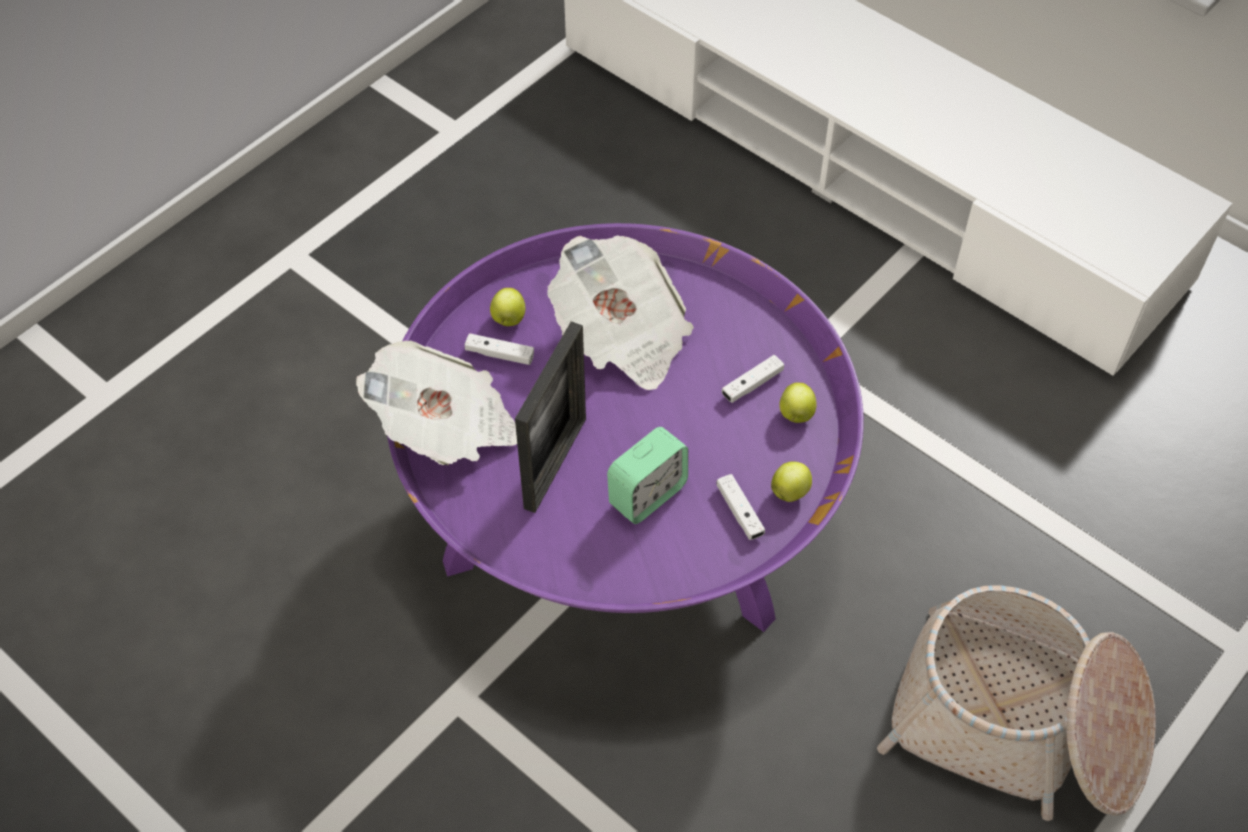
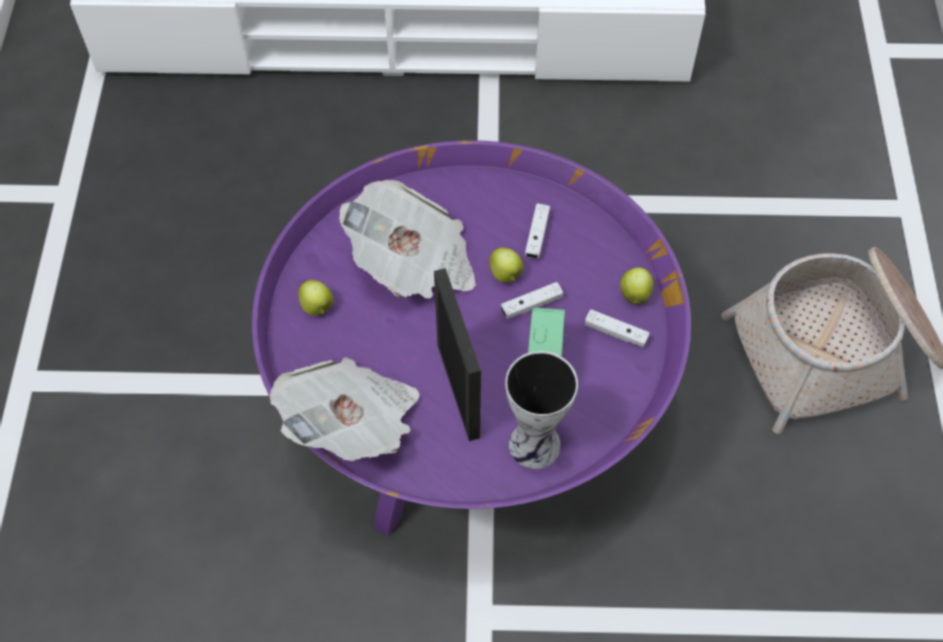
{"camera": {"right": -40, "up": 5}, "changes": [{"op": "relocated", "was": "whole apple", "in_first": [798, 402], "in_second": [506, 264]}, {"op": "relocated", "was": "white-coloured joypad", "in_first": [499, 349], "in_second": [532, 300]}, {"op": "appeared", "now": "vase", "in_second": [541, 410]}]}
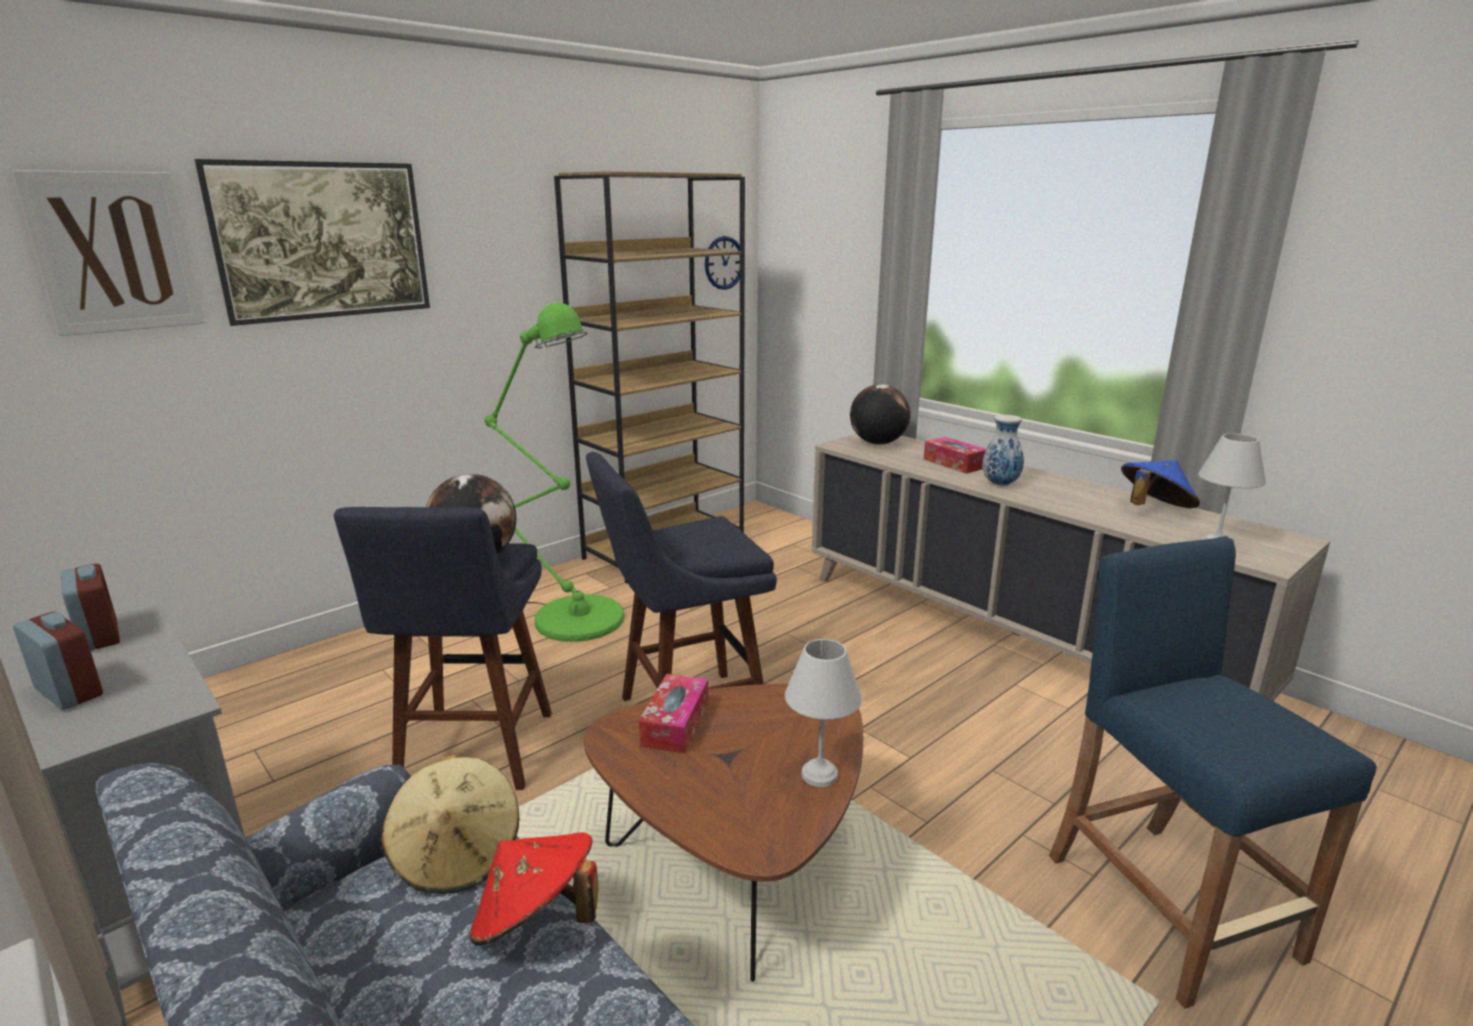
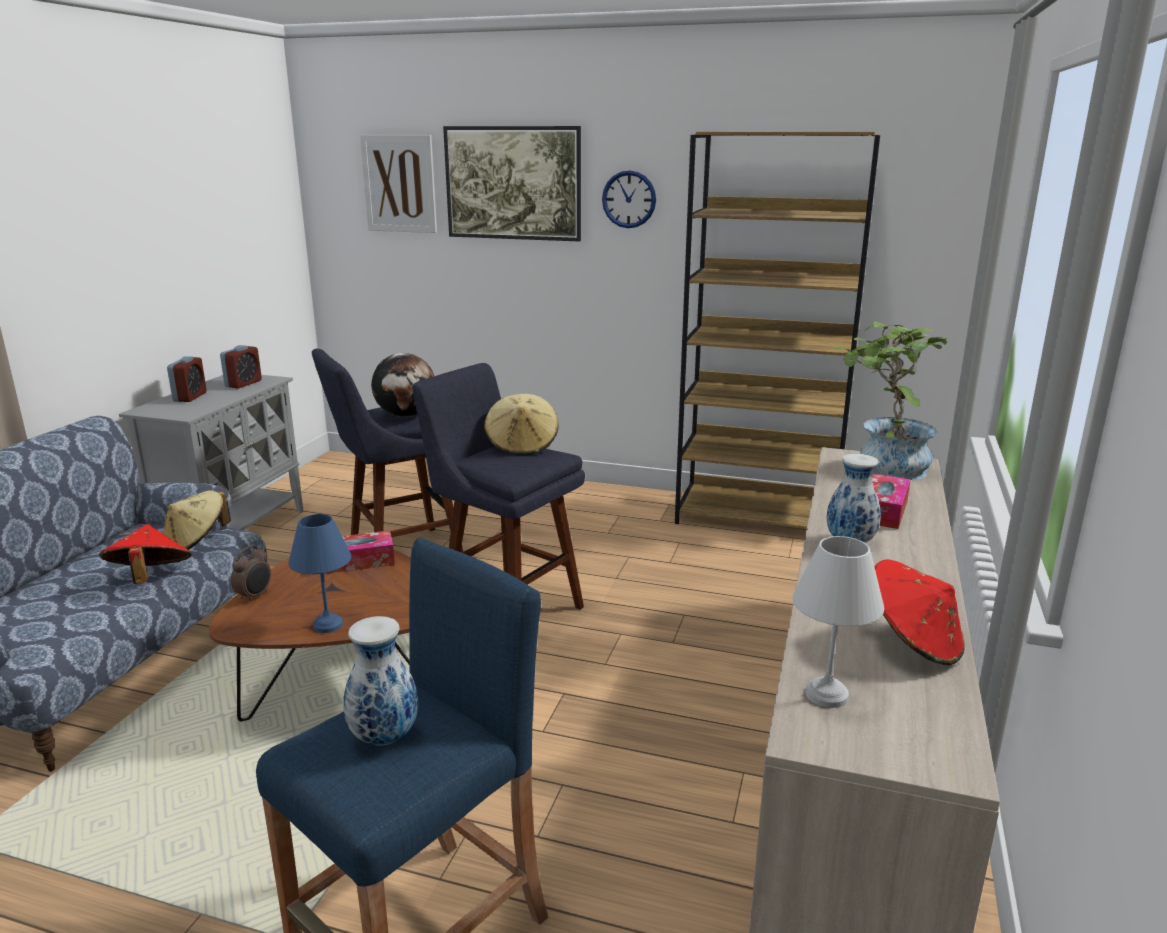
{"camera": {"right": 60, "up": 0}, "changes": [{"op": "appeared", "now": "bedside clock", "in_second": [251, 574]}, {"op": "colour", "was": "white-coloured lamp for a table", "now": "blue lamp for a table", "in_first": [823, 713], "in_second": [319, 573]}, {"op": "appeared", "now": "vase", "in_second": [380, 681]}, {"op": "appeared", "now": "sand-coloured hat", "in_second": [521, 425]}, {"op": "relocated", "was": "hanging clock", "in_first": [722, 263], "in_second": [629, 199]}, {"op": "exchanged", "was": "globe", "now": "houseplant", "in_first": [880, 414], "in_second": [891, 401]}, {"op": "colour", "was": "blue hat", "now": "red-coloured hat", "in_first": [1160, 484], "in_second": [920, 612]}, {"op": "missing", "was": "green-coloured standard lamp", "in_first": [554, 472]}]}
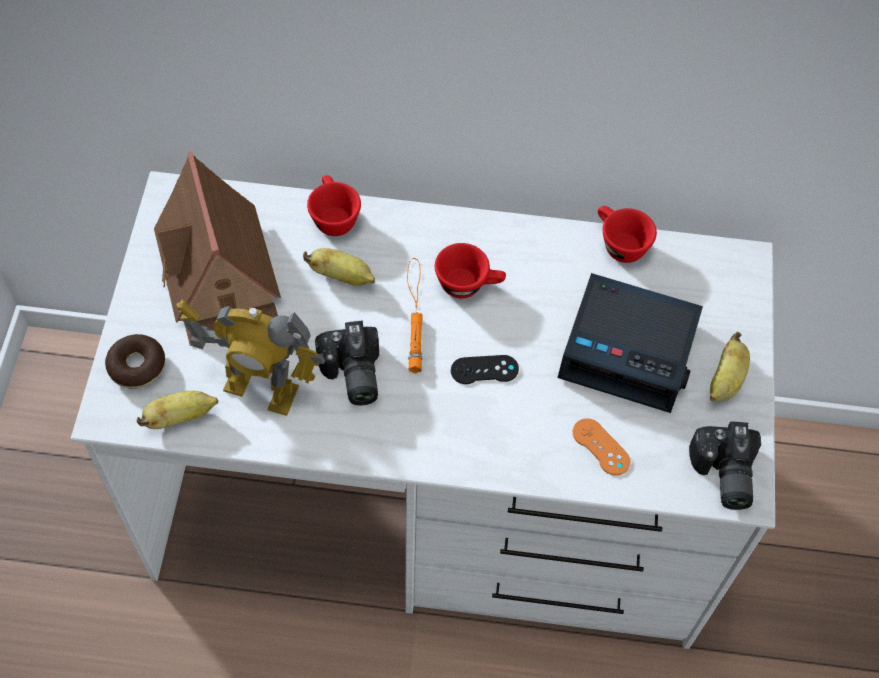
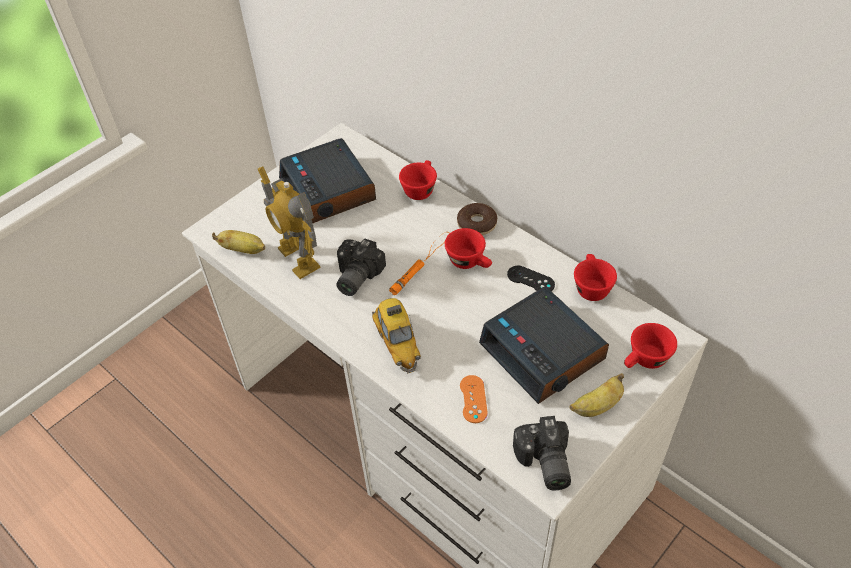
{"camera": {"right": 40, "up": -10}, "changes": [{"op": "exchanged", "was": "miniature house", "now": "bedside clock", "in_first": [217, 248], "in_second": [327, 180]}, {"op": "appeared", "now": "toy car", "in_second": [396, 336]}, {"op": "relocated", "was": "donut", "in_first": [135, 361], "in_second": [477, 219]}, {"op": "relocated", "was": "black-coloured joypad", "in_first": [485, 369], "in_second": [531, 278]}, {"op": "spun", "was": "photo camera", "in_first": [725, 465], "in_second": [542, 453], "clockwise": -45}, {"op": "appeared", "now": "red-coloured small cup", "in_second": [650, 346]}, {"op": "missing", "was": "banana fruit", "in_first": [339, 267]}]}
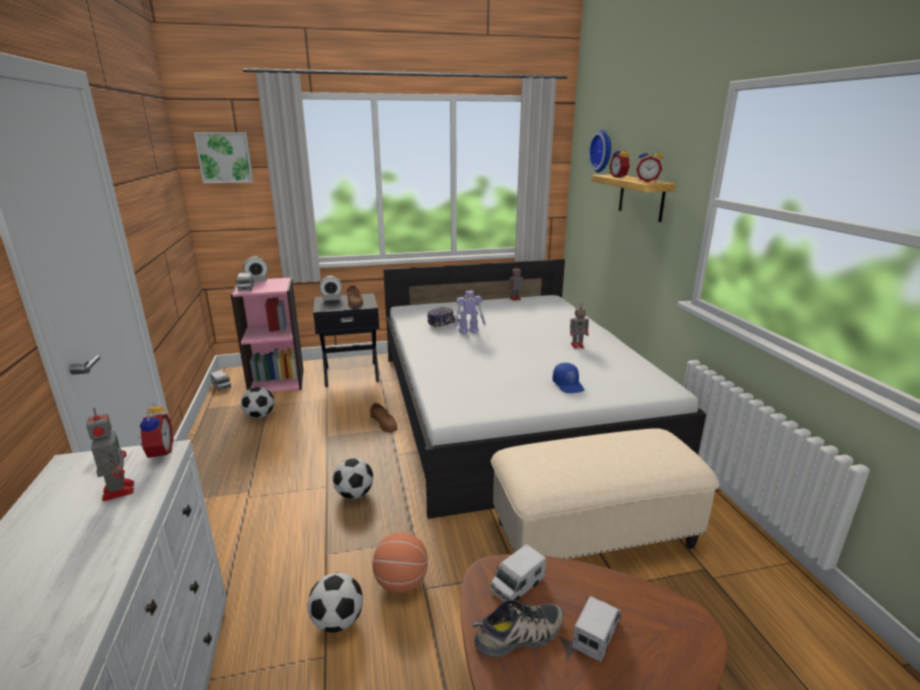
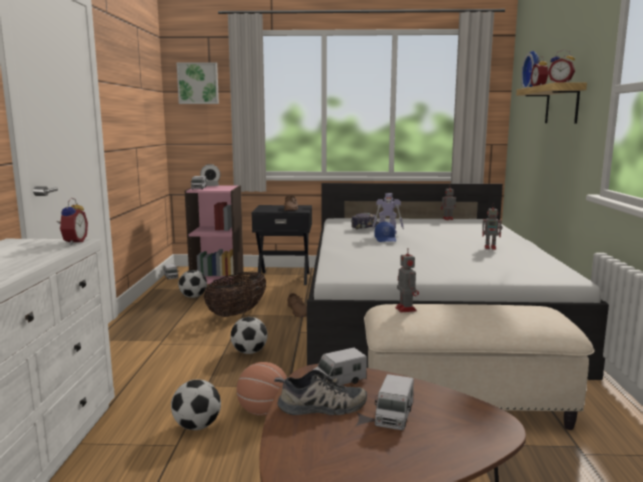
{"camera": {"right": 15, "up": -10}, "changes": [{"op": "appeared", "now": "household basket", "in_second": [235, 294]}, {"op": "relocated", "was": "blue cap", "in_first": [568, 378], "in_second": [385, 232]}, {"op": "spun", "was": "toy truck", "in_first": [597, 629], "in_second": [394, 402], "clockwise": 150}, {"op": "relocated", "was": "model robot", "in_first": [110, 454], "in_second": [407, 280]}, {"op": "missing", "was": "bedside clock", "in_first": [331, 288]}]}
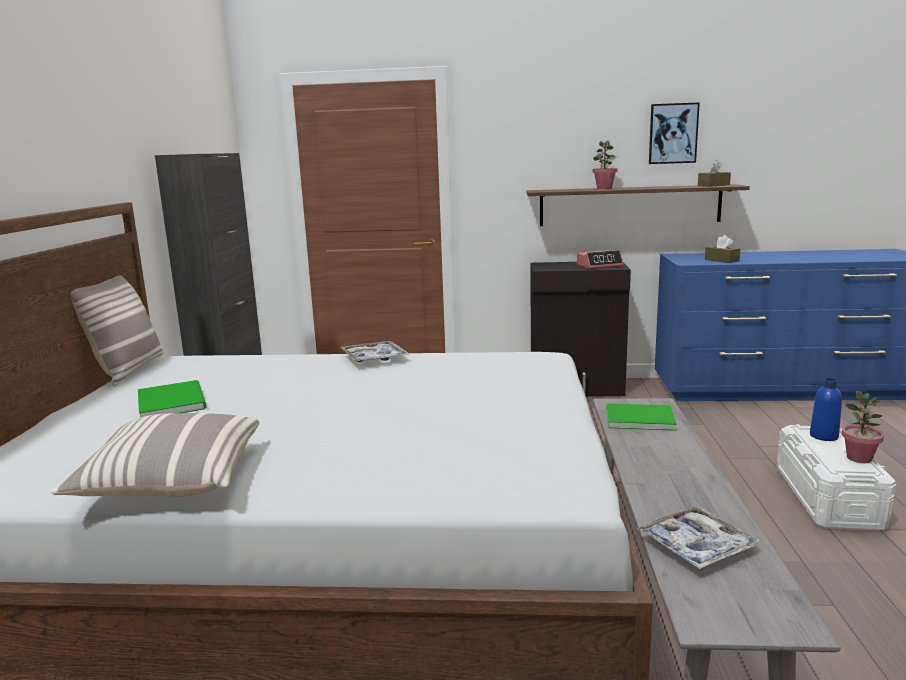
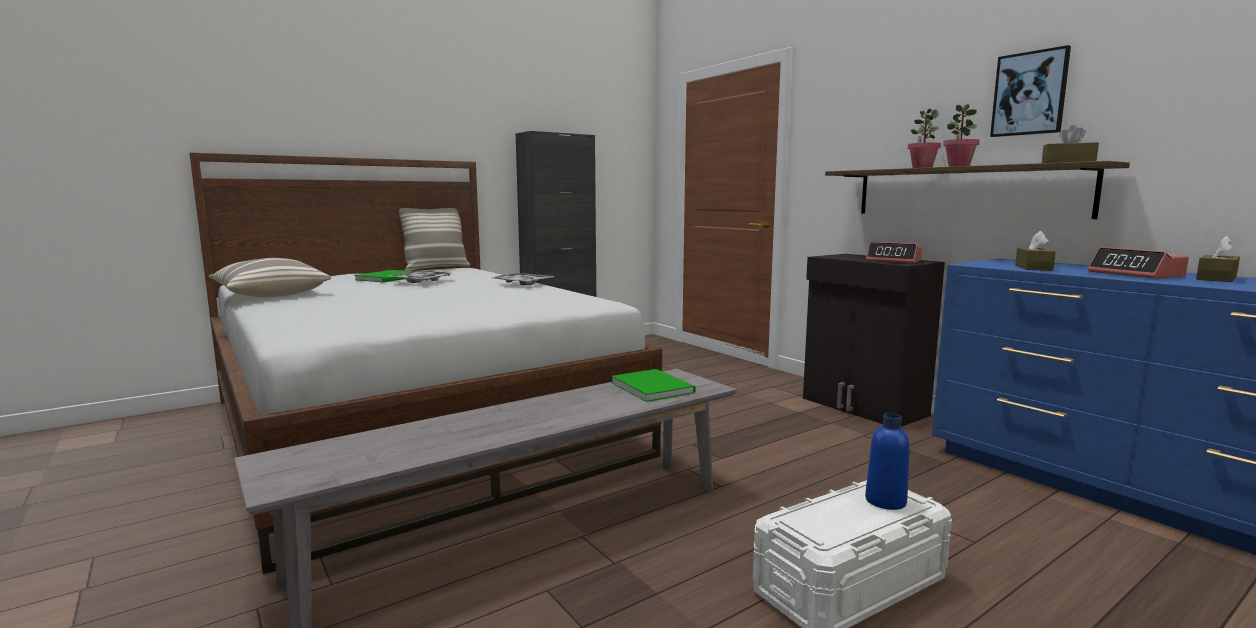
{"camera": {"right": 50, "up": -5}, "changes": [{"op": "relocated", "was": "serving tray", "in_first": [698, 537], "in_second": [421, 276]}, {"op": "relocated", "was": "houseplant", "in_first": [863, 427], "in_second": [961, 135]}, {"op": "appeared", "now": "bedside clock", "in_second": [1138, 263]}, {"op": "appeared", "now": "brown box of tissues", "in_second": [1218, 259]}]}
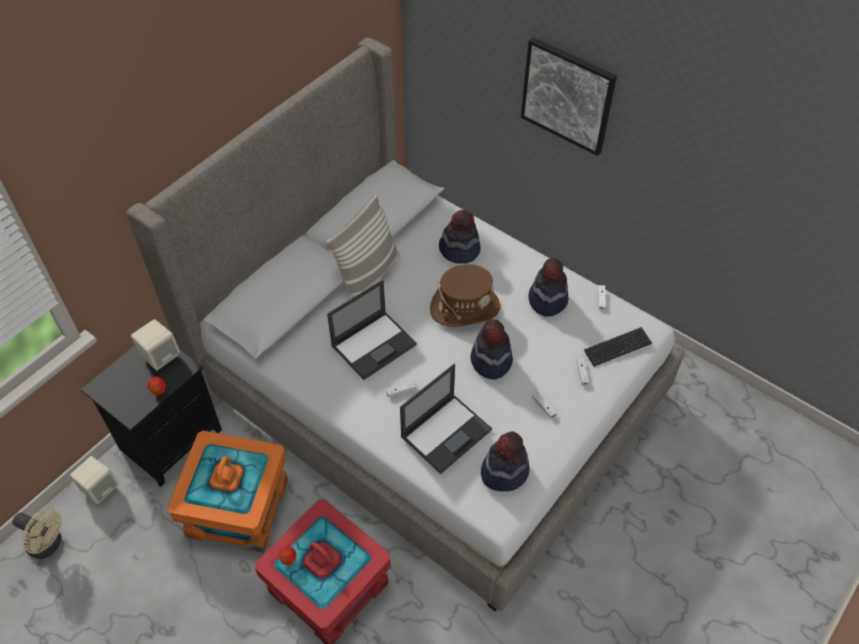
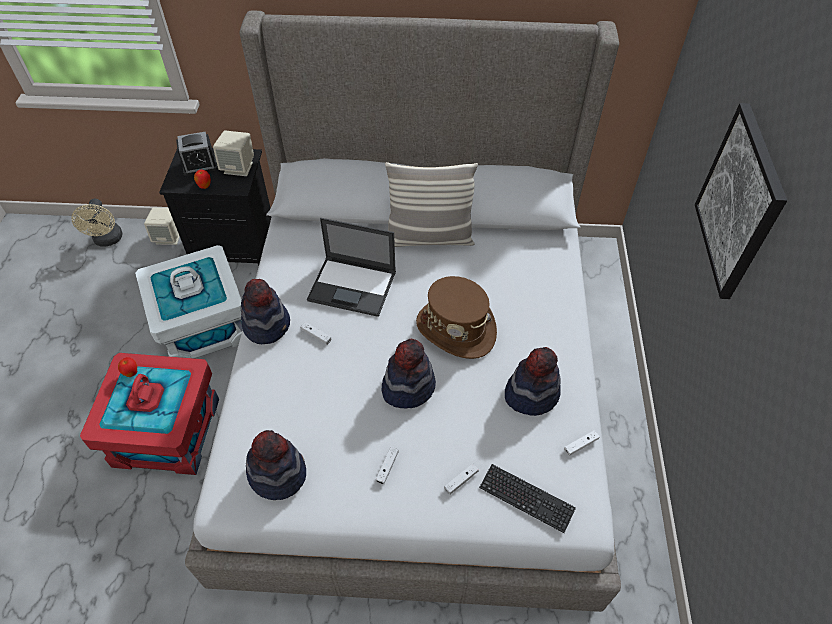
{"camera": {"right": 55, "up": 0}, "changes": [{"op": "colour", "was": "orangey storage bin", "now": "white-coloured storage bin", "in_first": [227, 491], "in_second": [189, 302]}, {"op": "appeared", "now": "bedside clock", "in_second": [197, 154]}, {"op": "relocated", "was": "hat", "in_first": [460, 237], "in_second": [265, 311]}, {"op": "missing", "was": "notebook computer", "in_first": [446, 419]}]}
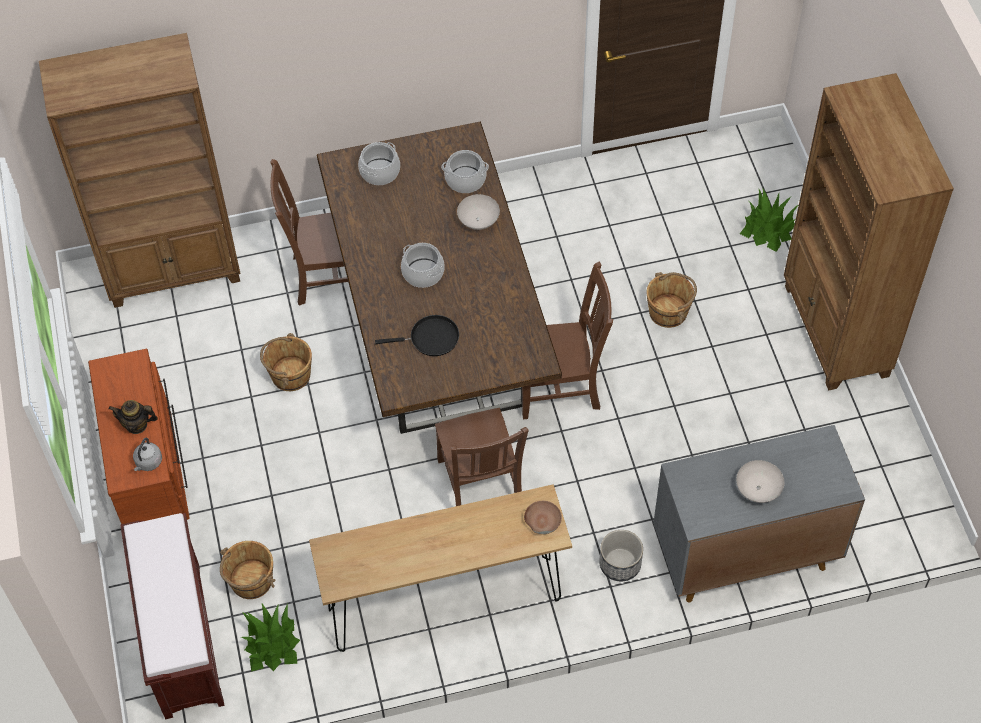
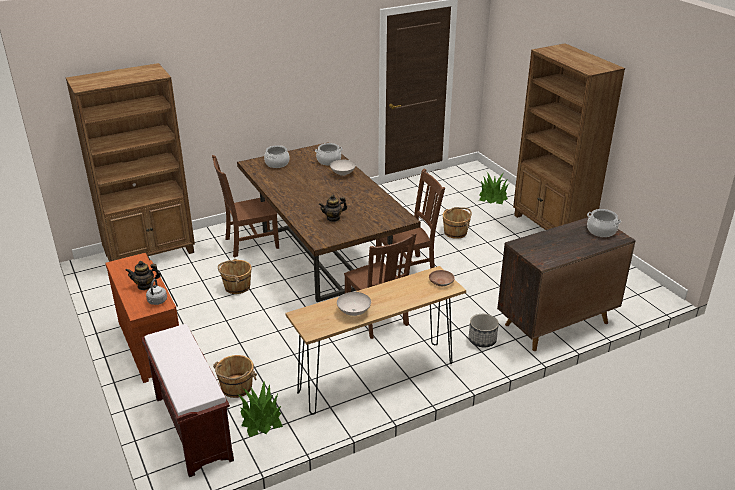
{"camera": {"right": -15, "up": -25}, "changes": [{"op": "exchanged", "was": "black-coloured pan", "now": "pot for tea", "in_first": [417, 335], "in_second": [333, 208]}, {"op": "relocated", "was": "white-coloured deep dish", "in_first": [760, 481], "in_second": [354, 304]}, {"op": "colour", "was": "grey storage cabinet", "now": "brown storage cabinet", "in_first": [759, 514], "in_second": [566, 284]}, {"op": "relocated", "was": "saucepot", "in_first": [423, 265], "in_second": [604, 223]}]}
